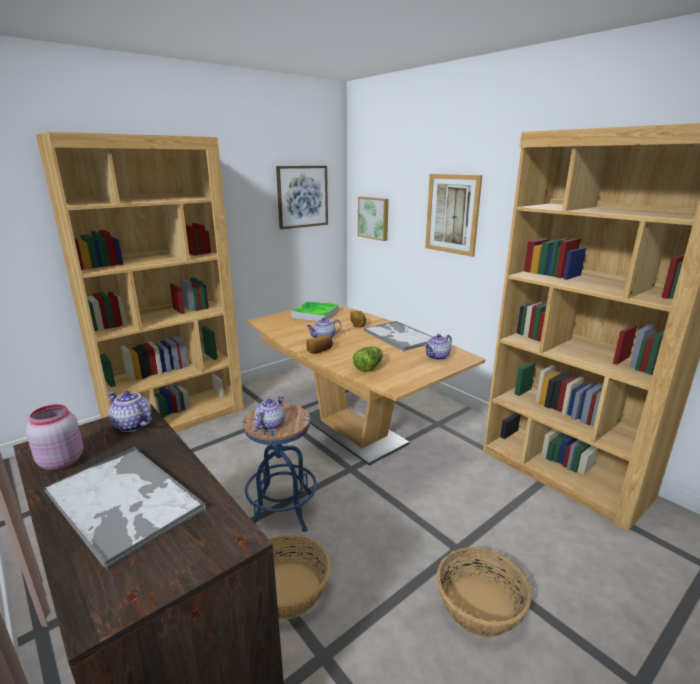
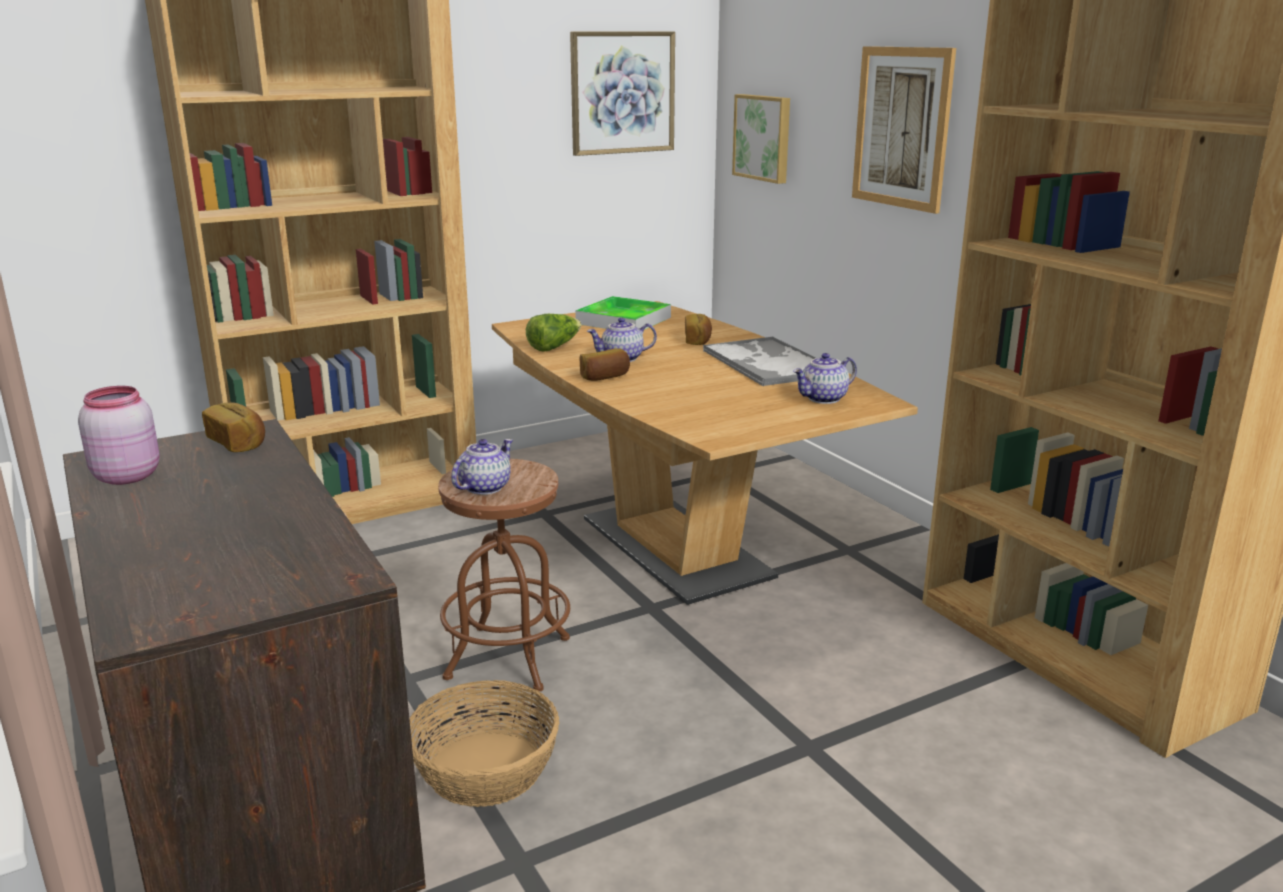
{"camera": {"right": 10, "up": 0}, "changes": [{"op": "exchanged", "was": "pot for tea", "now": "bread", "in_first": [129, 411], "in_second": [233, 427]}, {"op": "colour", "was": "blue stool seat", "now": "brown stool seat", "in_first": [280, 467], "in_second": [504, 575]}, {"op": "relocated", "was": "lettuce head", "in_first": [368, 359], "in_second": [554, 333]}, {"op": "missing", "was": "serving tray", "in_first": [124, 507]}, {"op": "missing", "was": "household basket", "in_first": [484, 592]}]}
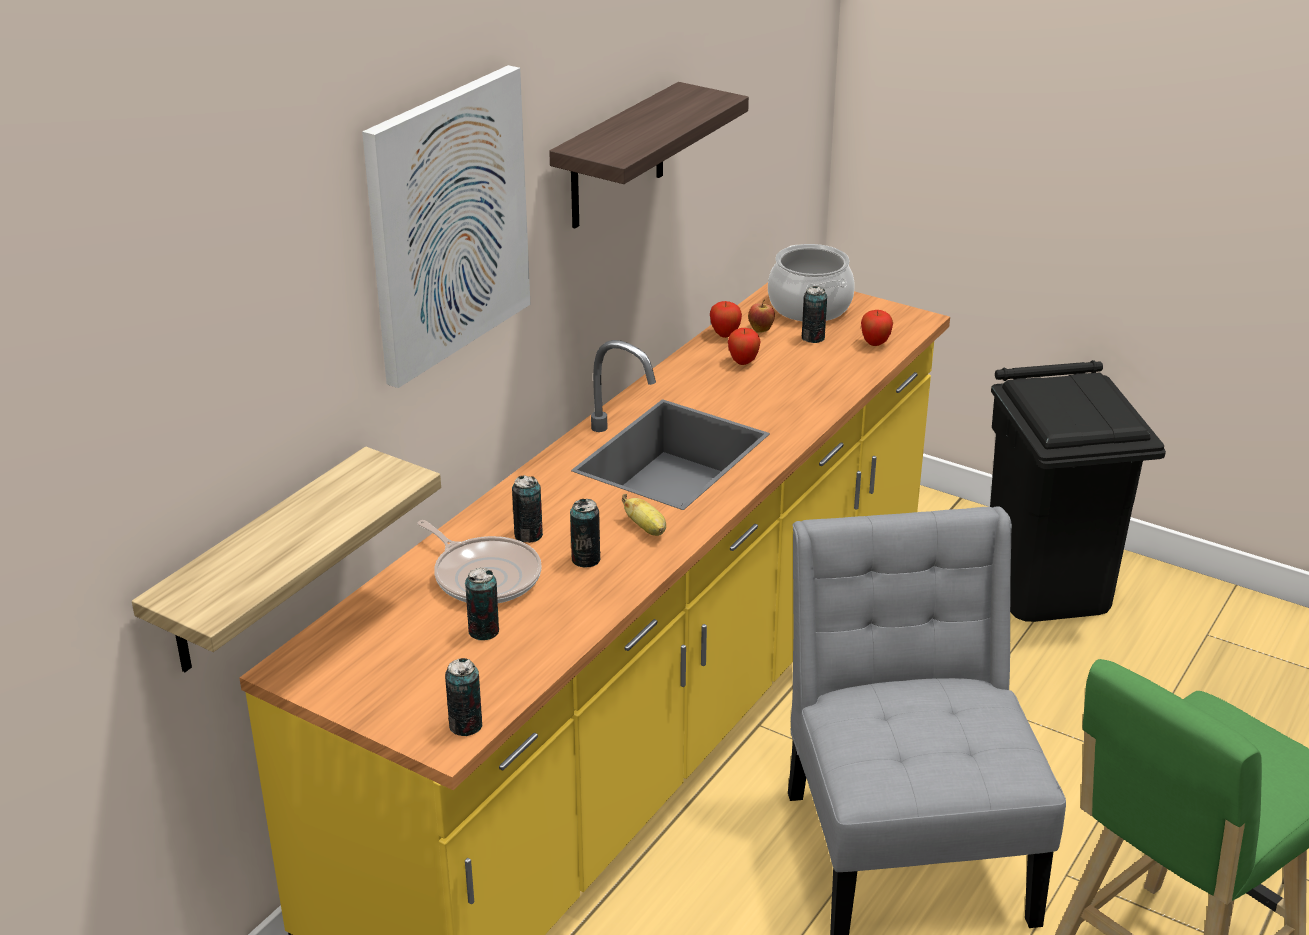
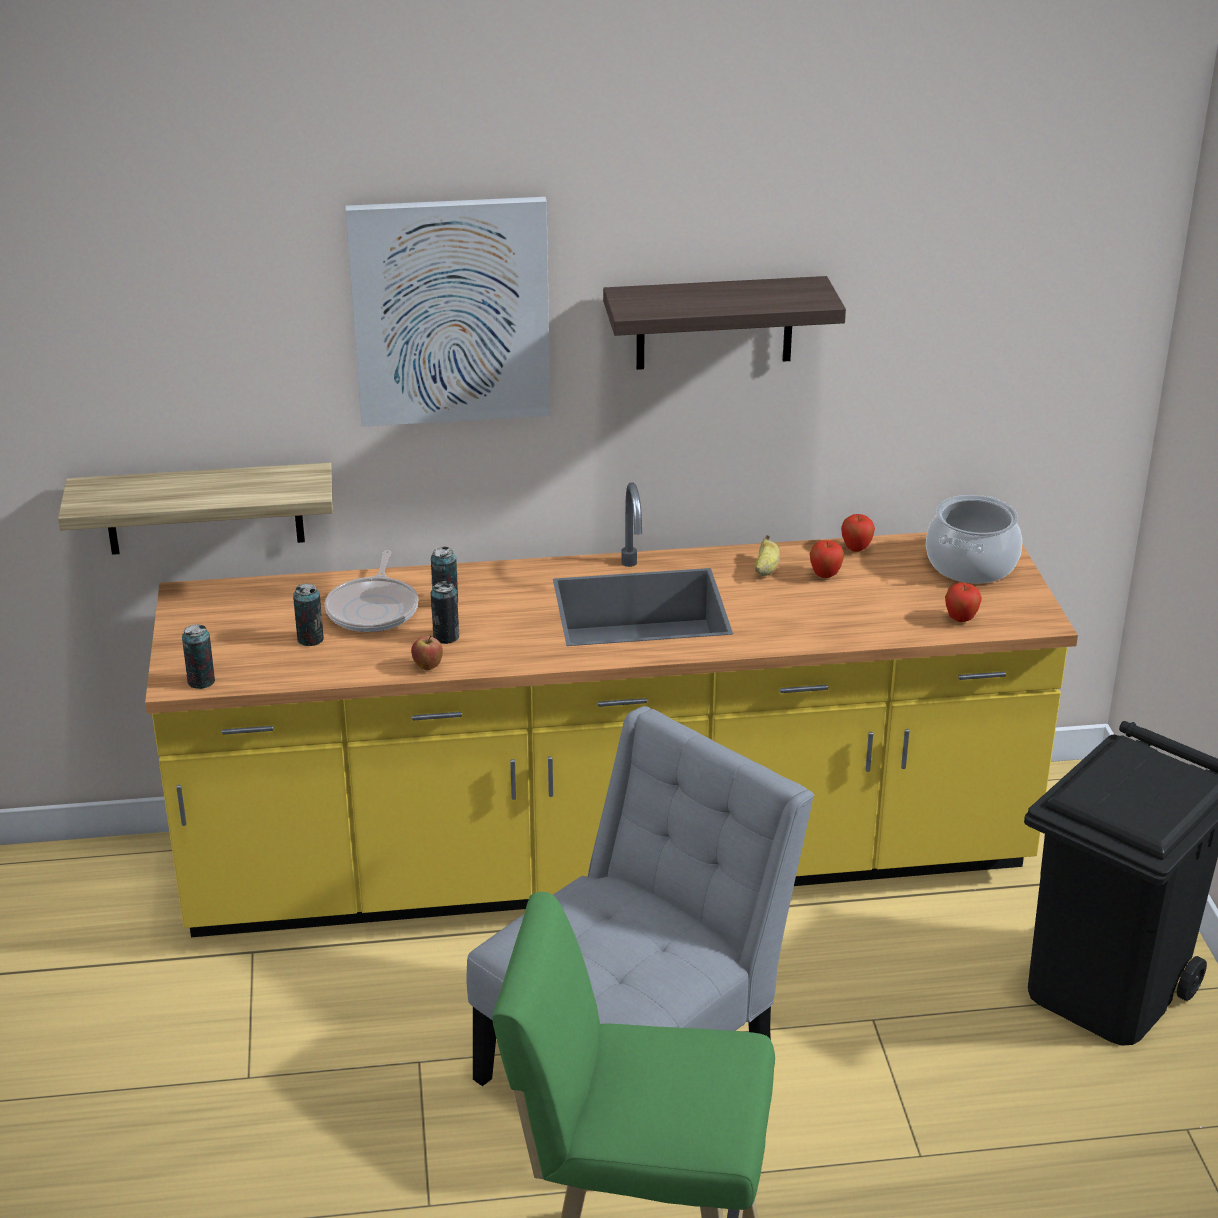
{"camera": {"right": 50, "up": 0}, "changes": [{"op": "relocated", "was": "whole apple", "in_first": [761, 316], "in_second": [427, 652]}, {"op": "relocated", "was": "banana fruit", "in_first": [644, 515], "in_second": [767, 555]}, {"op": "missing", "was": "can", "in_first": [814, 314]}]}
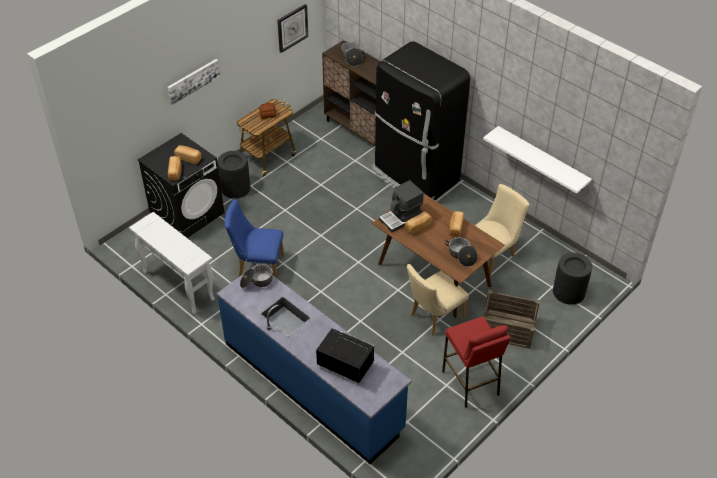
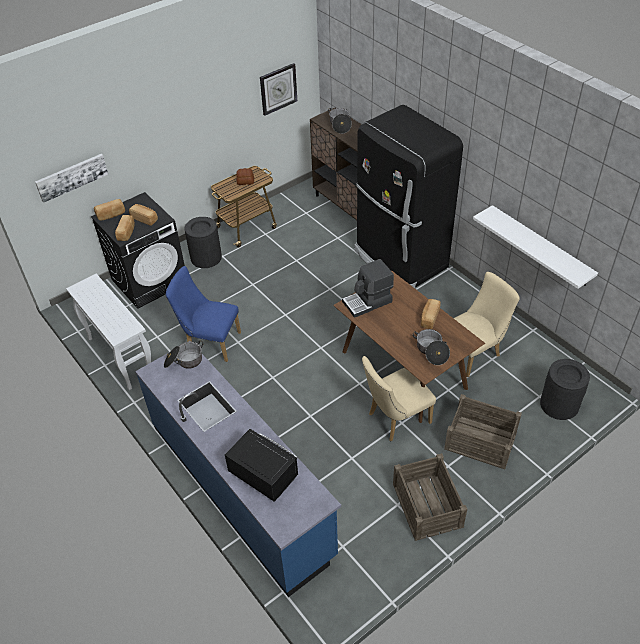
{"camera": {"right": 10, "up": 0}, "changes": [{"op": "relocated", "was": "wall art", "in_first": [193, 82], "in_second": [71, 178]}, {"op": "relocated", "was": "bread", "in_first": [418, 223], "in_second": [109, 210]}, {"op": "exchanged", "was": "red-coloured stool seat", "now": "crate", "in_first": [476, 362], "in_second": [430, 497]}]}
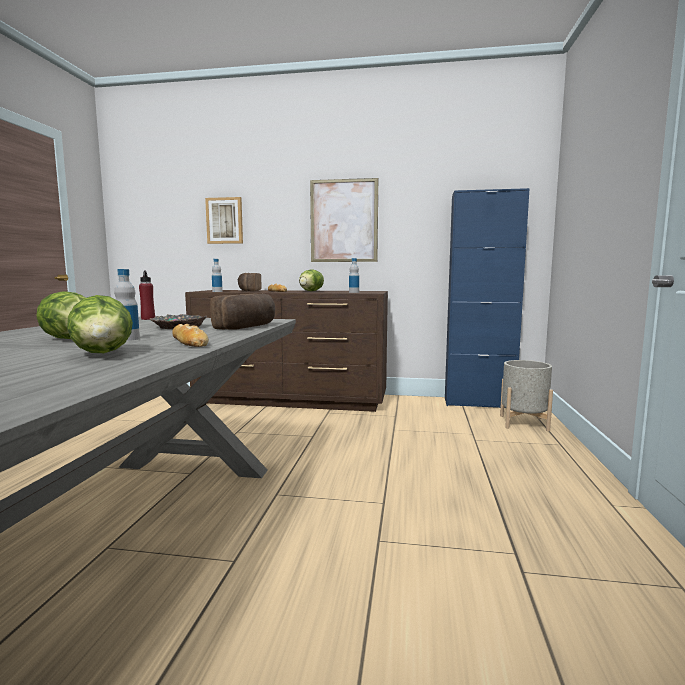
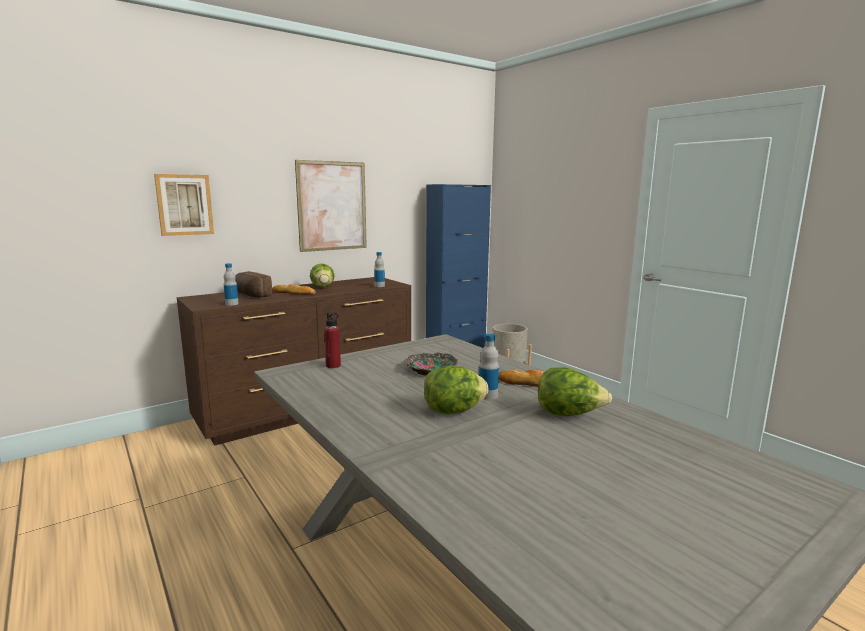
{"camera": {"right": -45, "up": 5}, "changes": [{"op": "missing", "was": "bread", "in_first": [242, 312]}]}
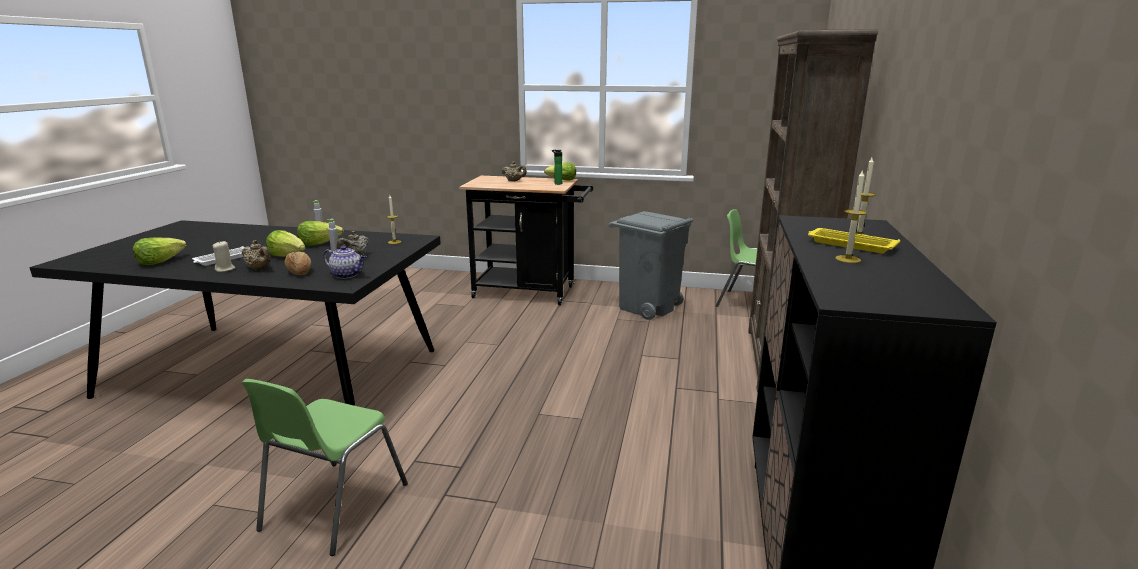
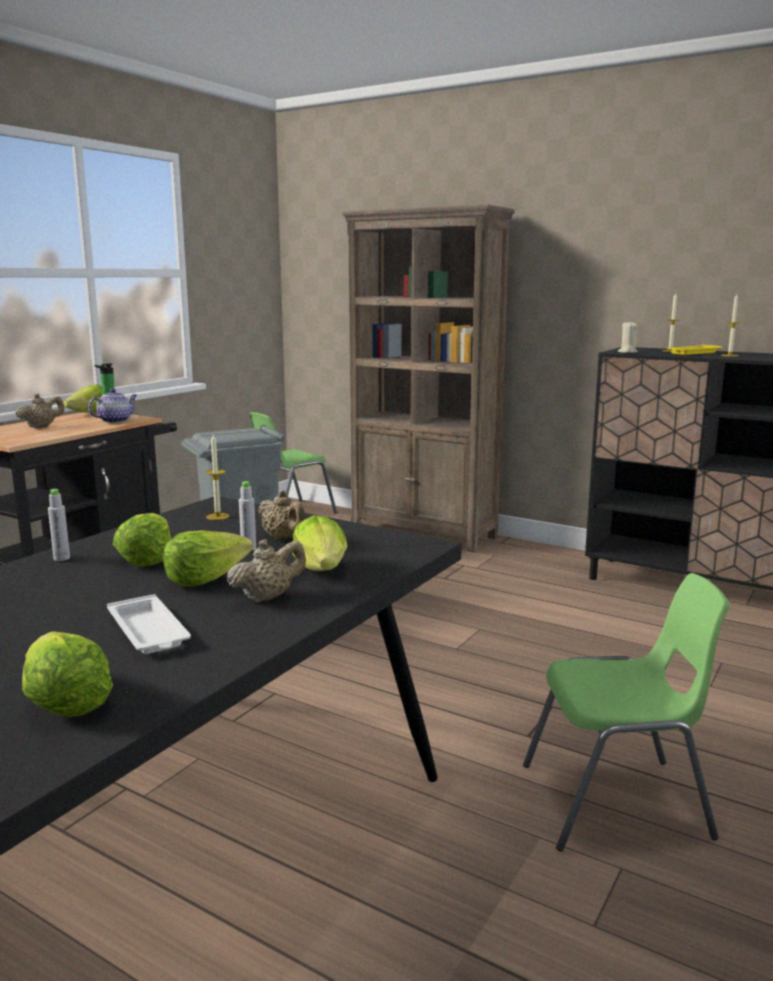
{"camera": {"right": -70, "up": -5}, "changes": [{"op": "relocated", "was": "pot for tea", "in_first": [344, 262], "in_second": [112, 406]}, {"op": "exchanged", "was": "bread", "now": "lettuce head", "in_first": [298, 263], "in_second": [319, 543]}, {"op": "spun", "was": "green-coloured chair", "in_first": [325, 467], "in_second": [626, 712], "clockwise": -45}, {"op": "relocated", "was": "sand-coloured wax candle", "in_first": [223, 256], "in_second": [628, 337]}]}
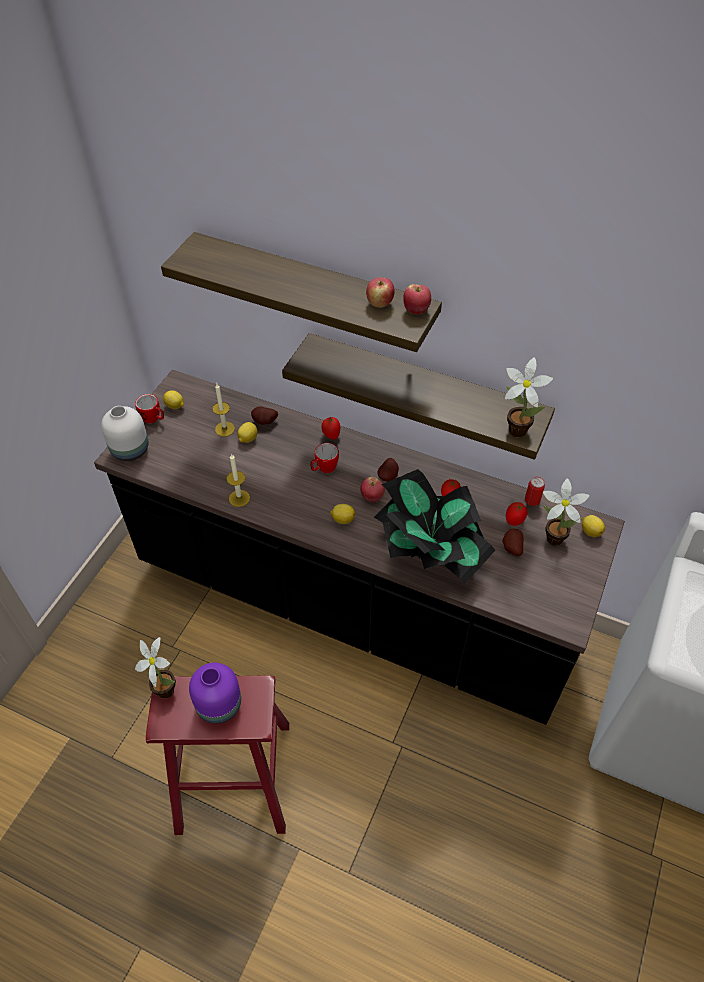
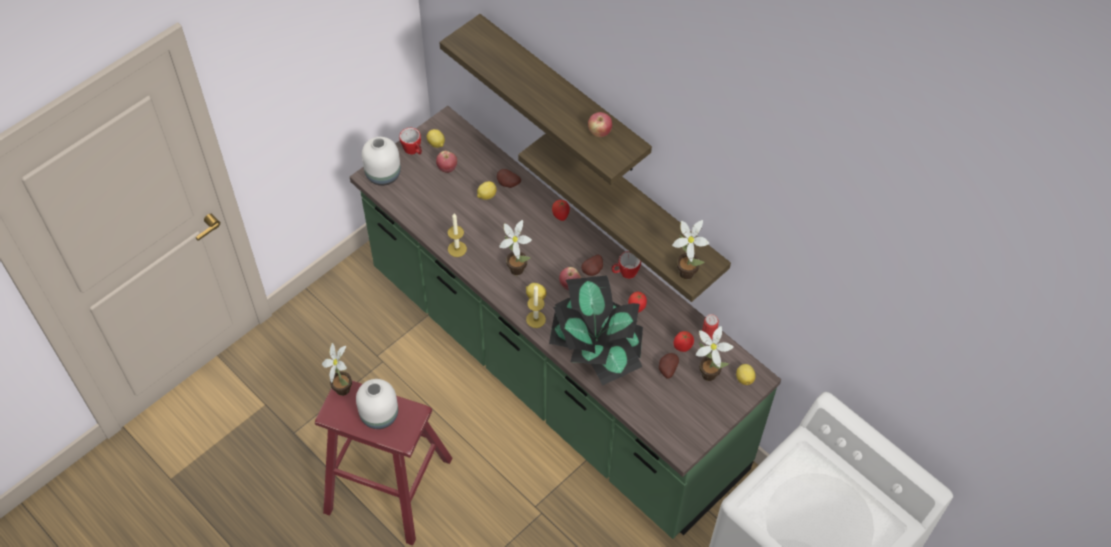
{"camera": {"right": 20, "up": 5}, "changes": [{"op": "colour", "was": "black-coloured kitchen counter", "now": "green-coloured kitchen counter", "in_first": [359, 547], "in_second": [565, 322]}, {"op": "colour", "was": "purple-coloured vase", "now": "white-coloured vase", "in_first": [215, 693], "in_second": [377, 404]}, {"op": "relocated", "was": "whole apple", "in_first": [417, 299], "in_second": [446, 162]}, {"op": "appeared", "now": "houseplant", "in_second": [515, 247]}, {"op": "relocated", "was": "wax candle", "in_first": [224, 410], "in_second": [536, 307]}, {"op": "relocated", "was": "coffee mug", "in_first": [324, 458], "in_second": [626, 265]}]}
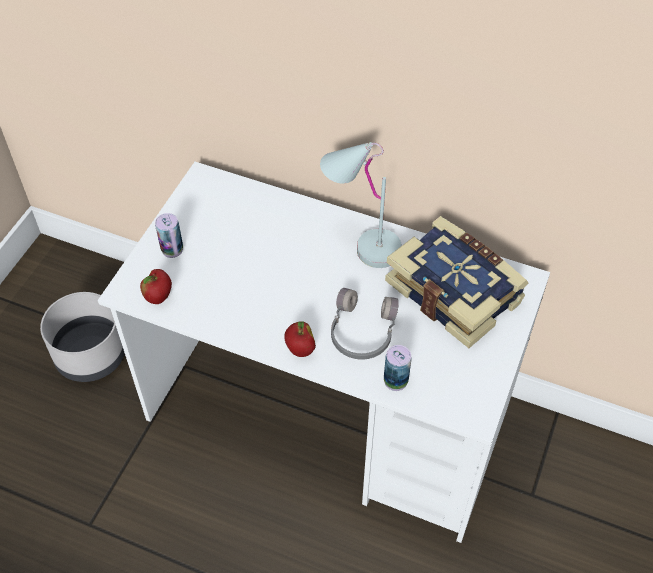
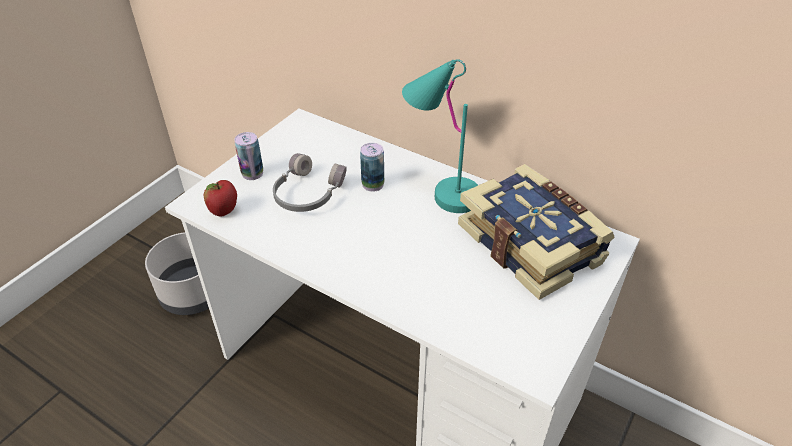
{"camera": {"right": 10, "up": -10}, "changes": [{"op": "relocated", "was": "grey pair of headphones", "in_first": [365, 324], "in_second": [310, 182]}, {"op": "relocated", "was": "can", "in_first": [398, 368], "in_second": [372, 167]}, {"op": "colour", "was": "white-coloured lamp for a table", "now": "turquoise-coloured lamp for a table", "in_first": [361, 205], "in_second": [440, 136]}, {"op": "missing", "was": "whole apple", "in_first": [300, 339]}]}
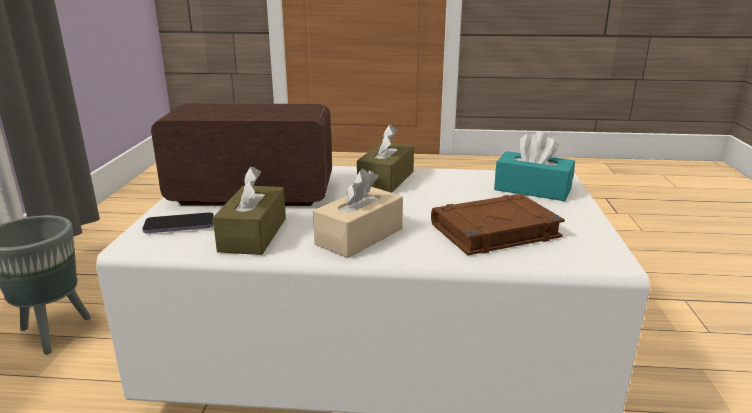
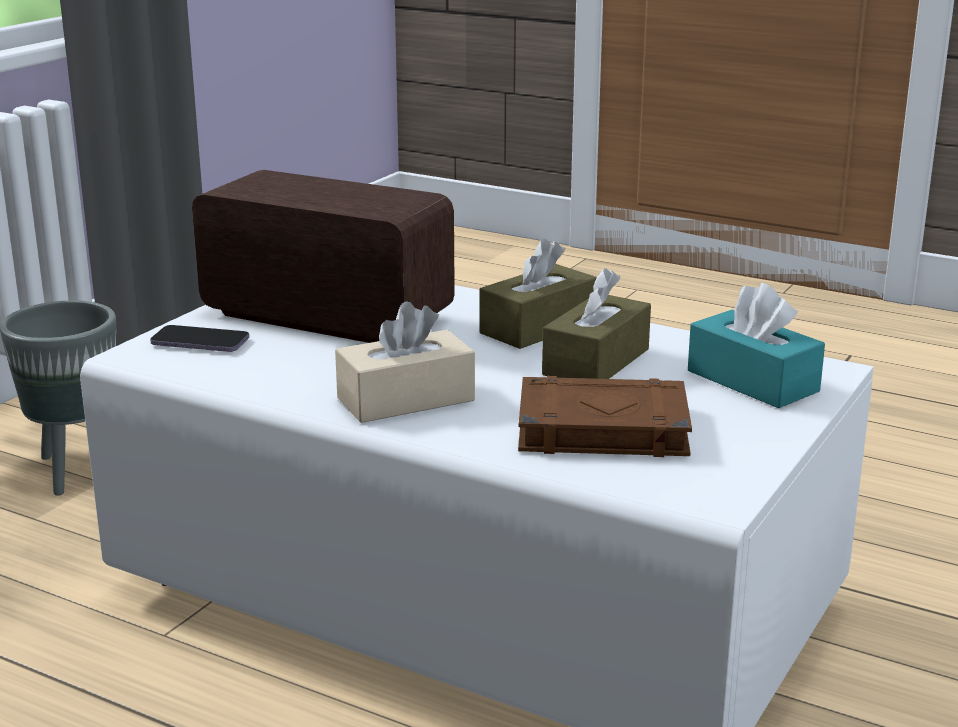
{"camera": {"right": 25, "up": 0}, "changes": [{"op": "relocated", "was": "brown box of tissues", "in_first": [249, 211], "in_second": [596, 323]}]}
